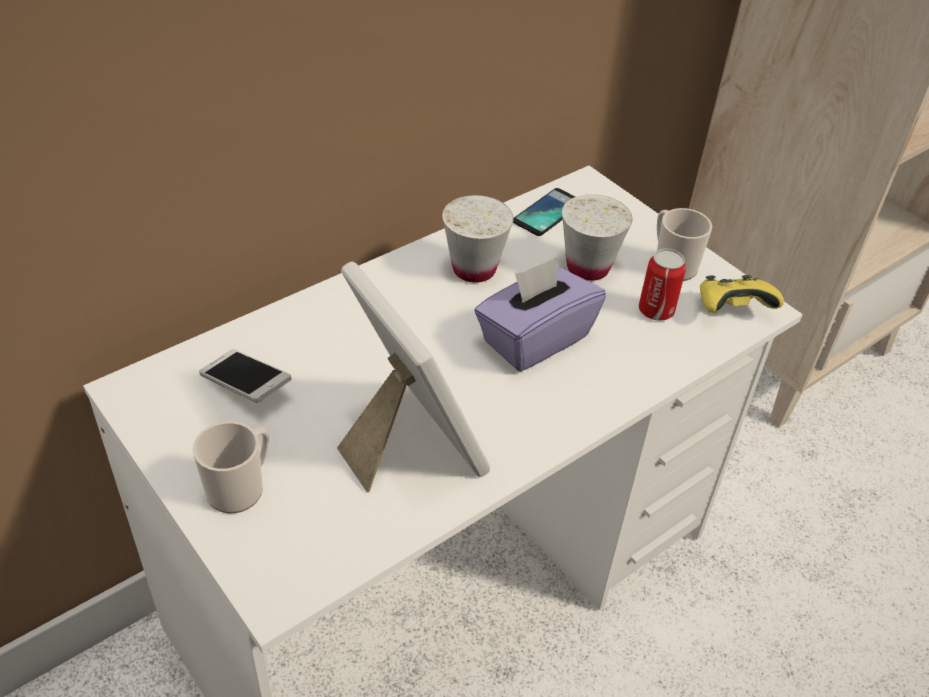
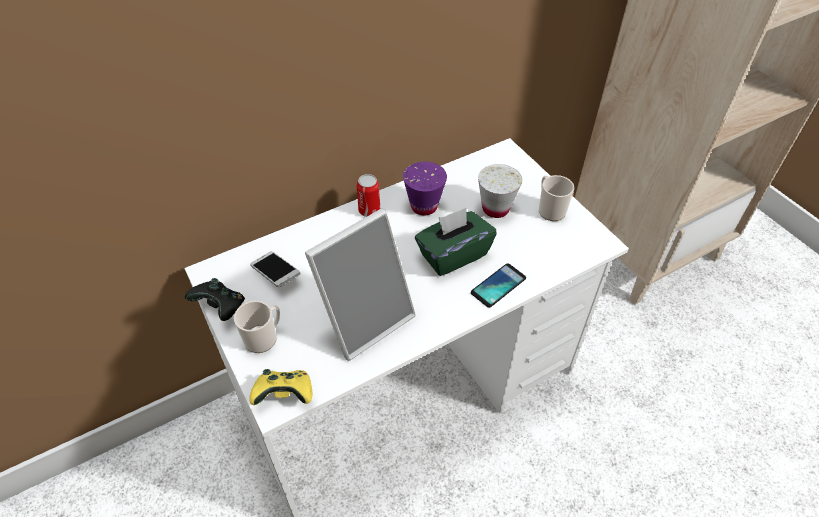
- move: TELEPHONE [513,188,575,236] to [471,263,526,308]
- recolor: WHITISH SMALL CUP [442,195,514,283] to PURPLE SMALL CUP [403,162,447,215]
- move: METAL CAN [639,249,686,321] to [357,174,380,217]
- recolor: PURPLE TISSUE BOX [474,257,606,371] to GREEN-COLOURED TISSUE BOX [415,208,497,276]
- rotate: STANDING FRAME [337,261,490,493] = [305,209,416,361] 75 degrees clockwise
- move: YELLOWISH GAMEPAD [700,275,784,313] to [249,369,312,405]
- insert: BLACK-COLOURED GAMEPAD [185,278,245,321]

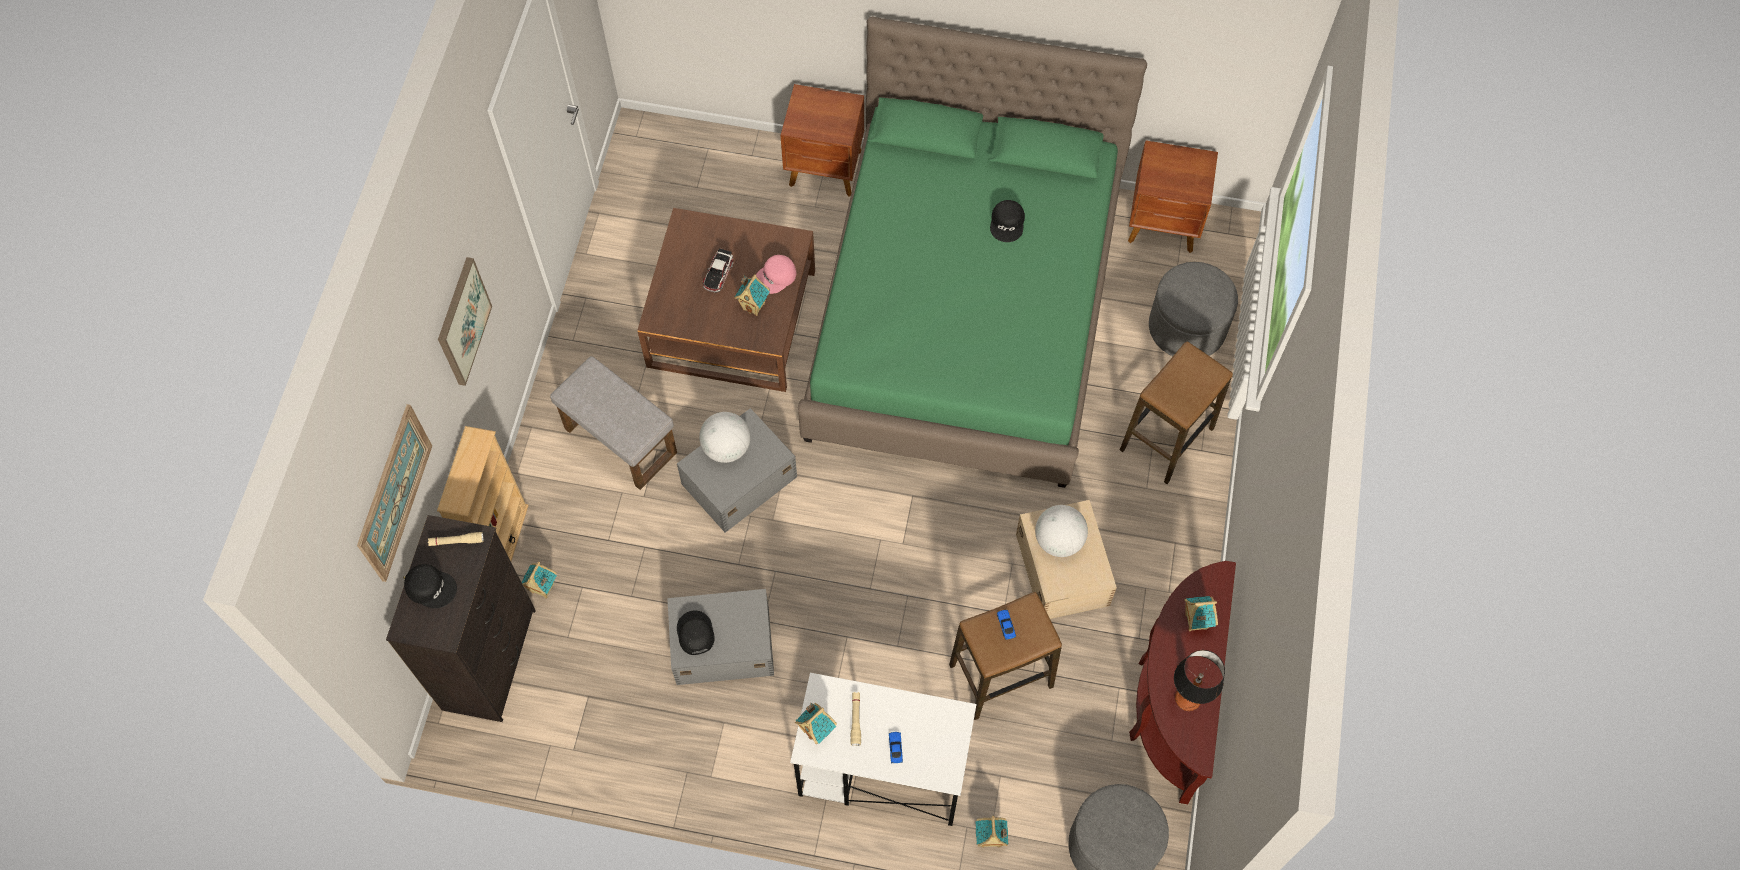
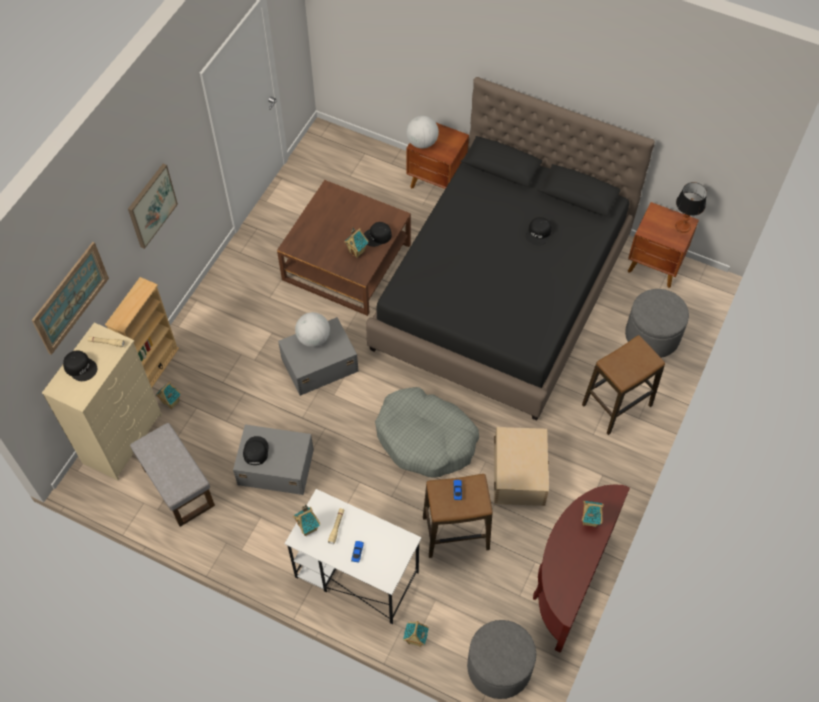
- recolor: GREEN-COLOURED SLEEPING BED [798,16,1147,488] to BLACK-COLOURED SLEEPING BED [366,77,655,421]
- delete: MODEL CAR [703,248,733,293]
- recolor: PINK-COLOURED PEAKED CAP [756,255,797,294] to BLACK-COLOURED PEAKED CAP [364,222,392,247]
- move: GREY FOOTREST [550,356,677,490] to [130,423,215,527]
- move: WORLD GLOBE [1035,505,1088,557] to [406,116,439,149]
- recolor: BLACK-COLOURED DRESSER [386,515,536,722] to BEIGE DRESSER [42,322,162,480]
- move: TABLETOP LAMP [1174,650,1225,711] to [676,182,707,233]
- insert: GREY PET BED [375,387,479,477]

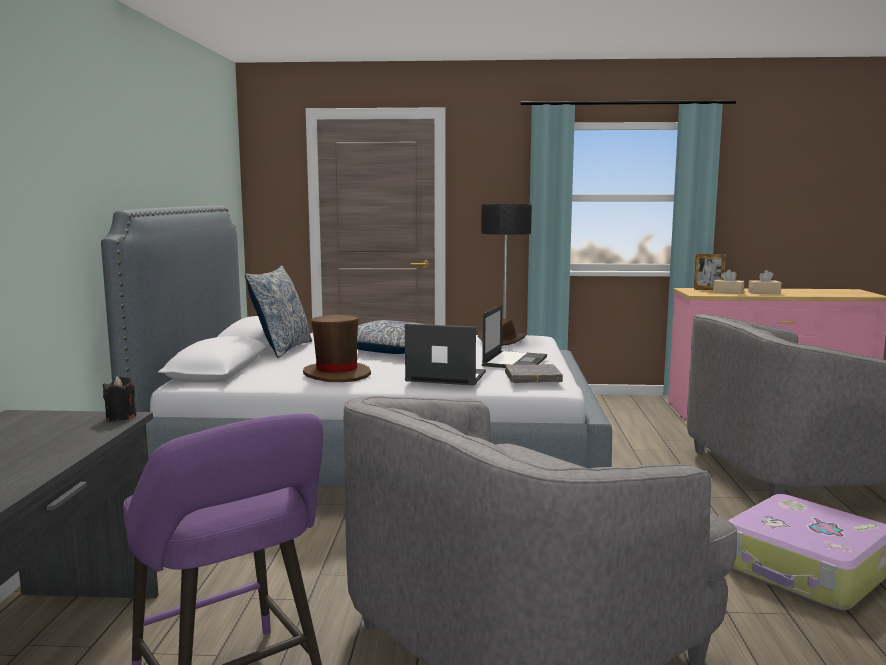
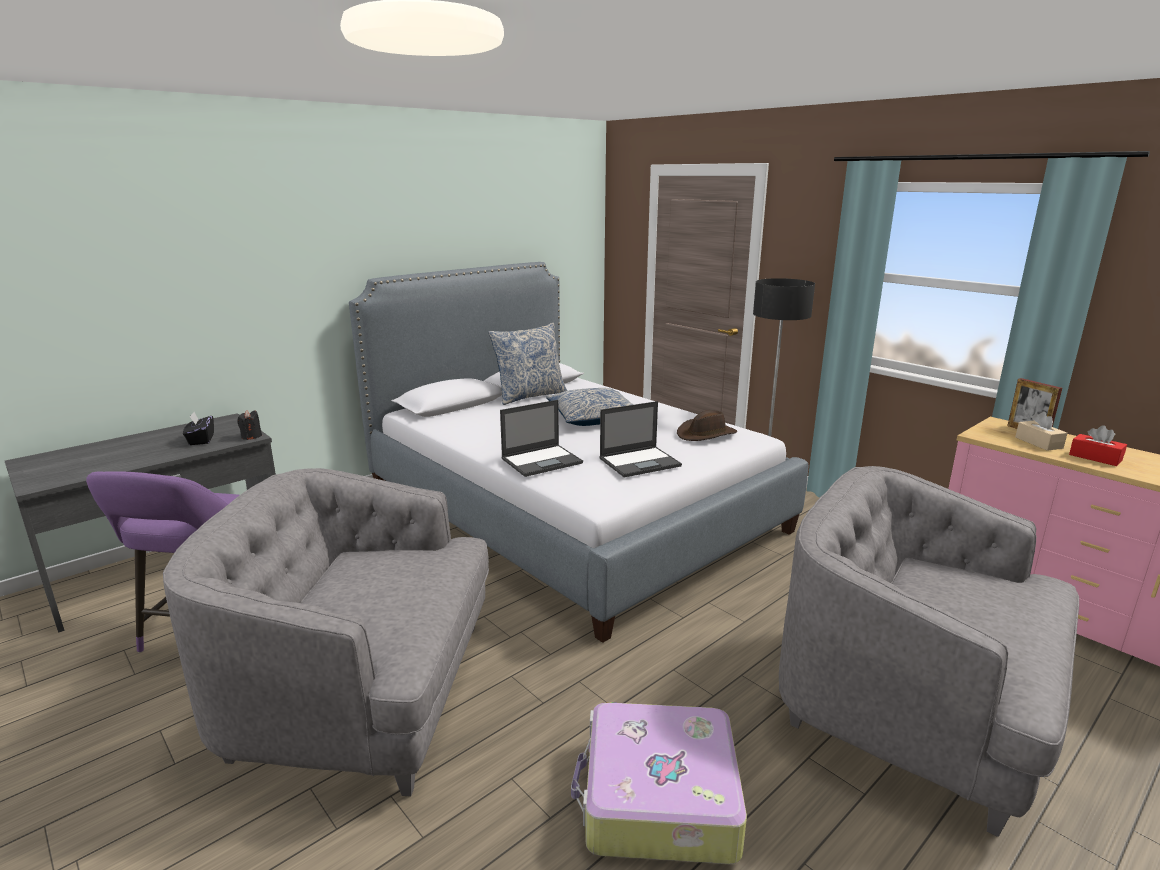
- recolor: BEIGE TISSUE BOX [748,270,782,294] to RED TISSUE BOX [1069,425,1127,466]
- delete: BROWN HAT [303,315,371,382]
- rotate: NOTEBOOK COMPUTER [405,324,486,386] = [500,400,583,477] 90 degrees clockwise
- delete: GREY BOOK [505,364,563,383]
- insert: BLACK-COLOURED TISSUE BOX [183,412,214,445]

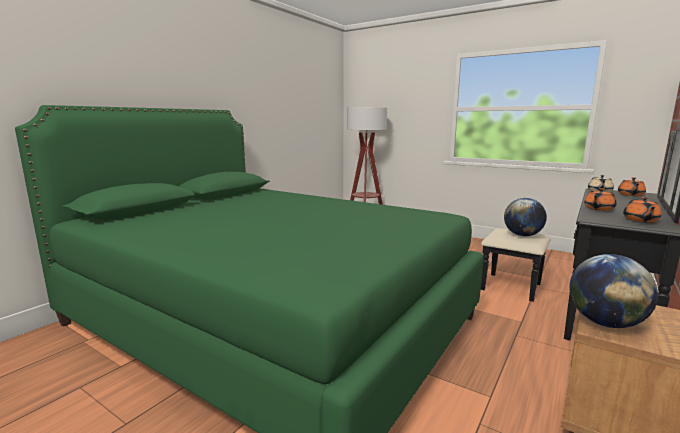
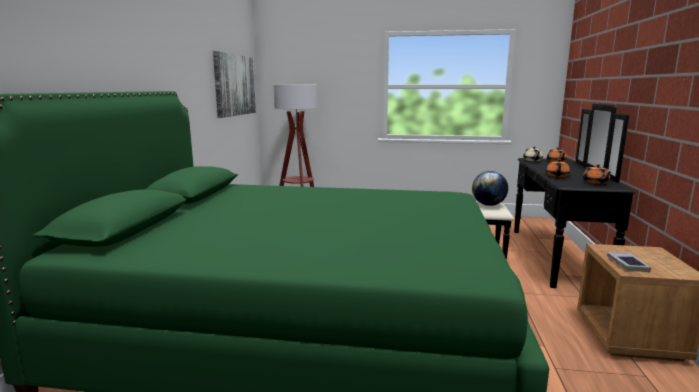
- replace: WORLD GLOBE [569,254,658,328] to BOOK [607,252,651,272]
- insert: WALL PICTURE [213,51,256,118]

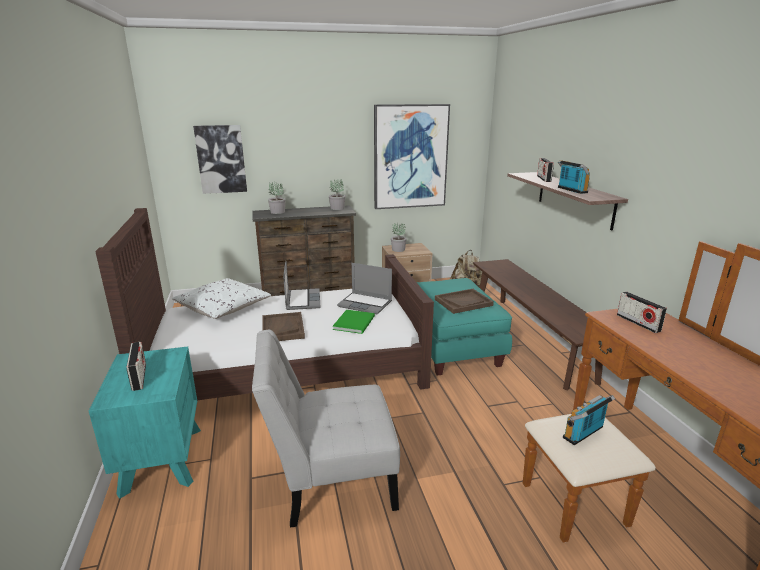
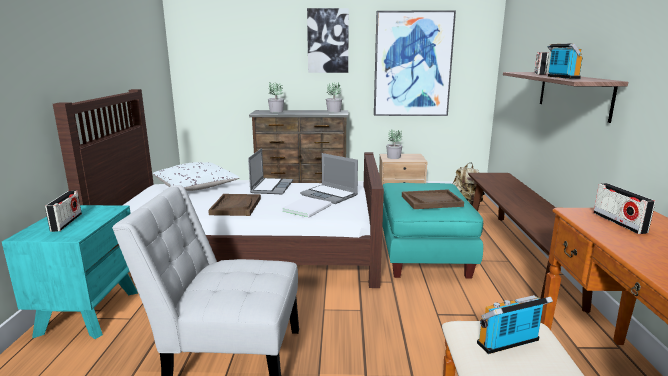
- move: WALL PICTURE [193,125,247,194] to [307,8,349,73]
- recolor: GREEN-COLOURED BOOK [333,310,375,334] to WHITISH BOOK [282,197,332,218]

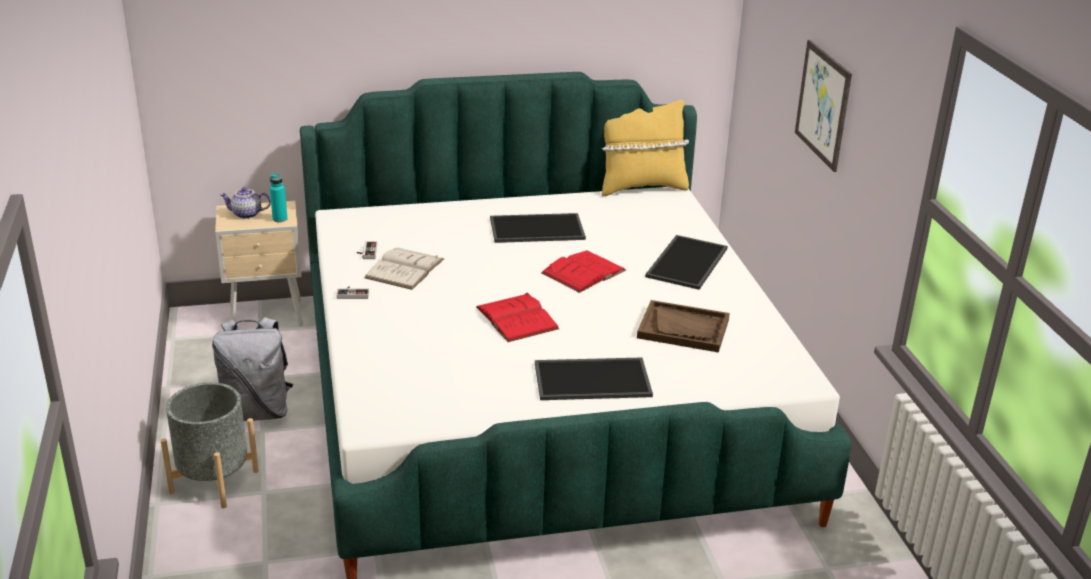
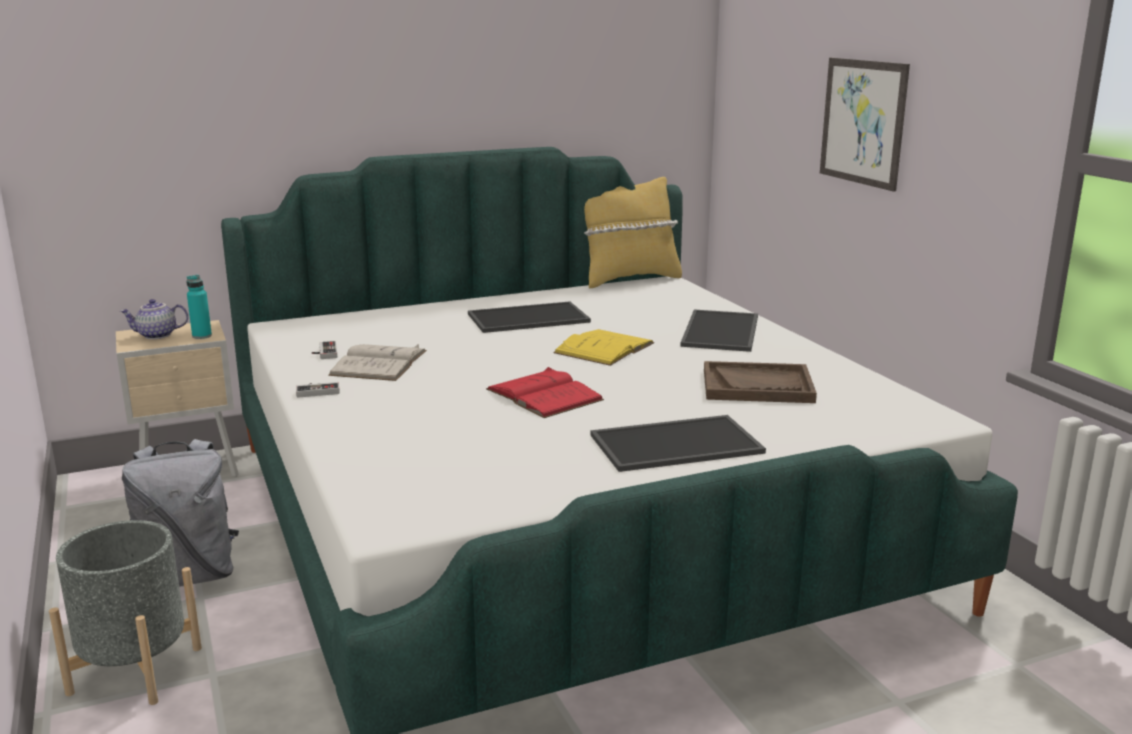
- recolor: RED BOOK [541,250,626,293] to YELLOWISH BOOK [553,329,654,366]

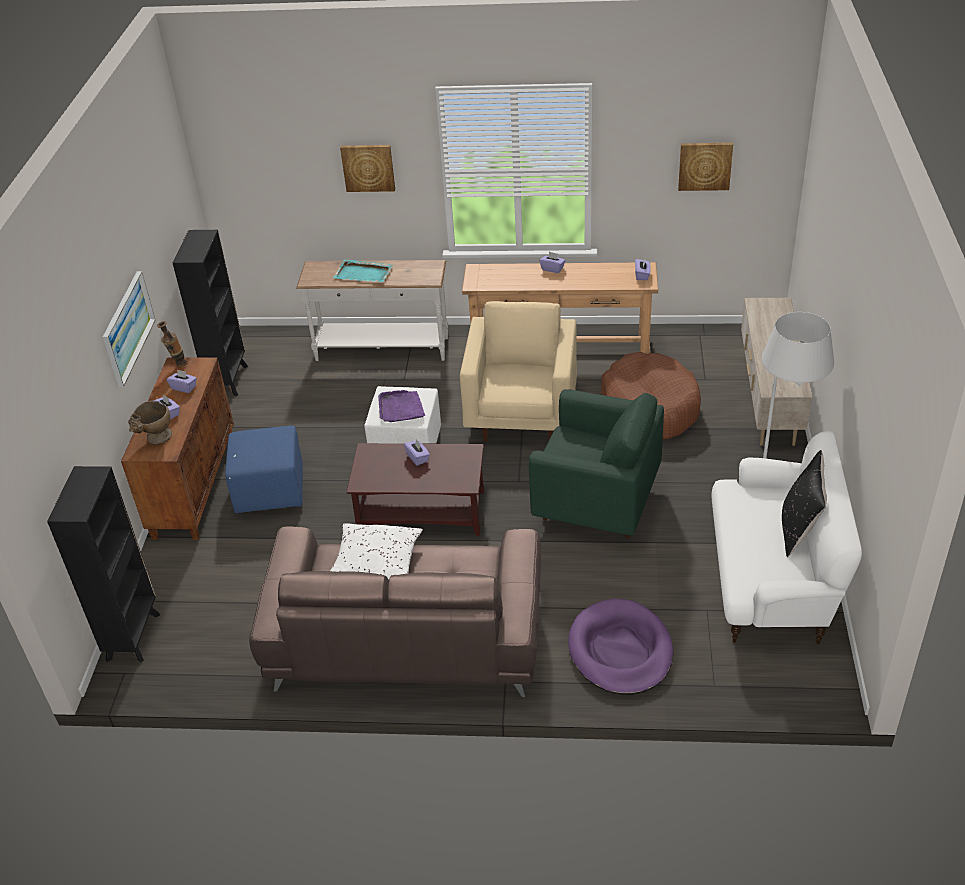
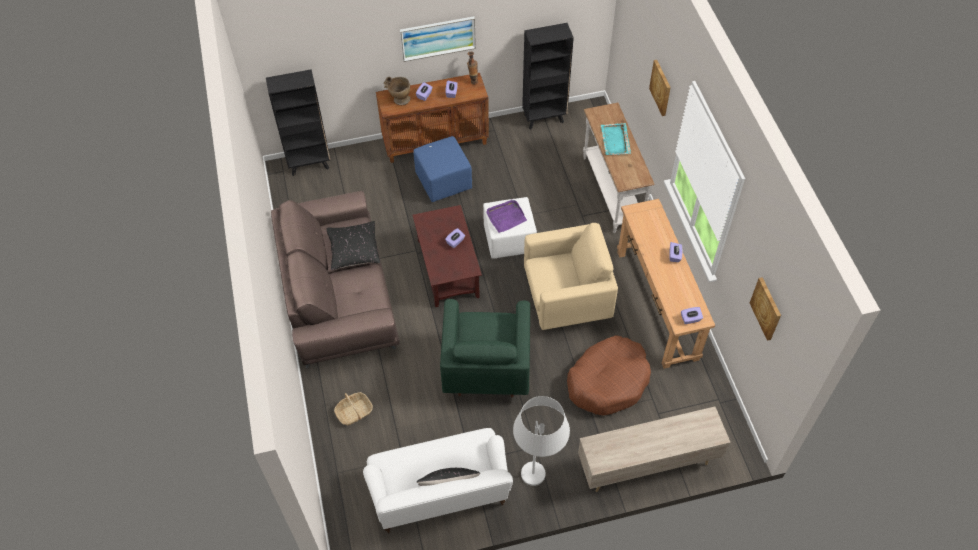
- recolor: WHITISH THROW PILLOW [330,523,423,580] to BLACK-COLOURED THROW PILLOW [327,221,380,270]
- replace: PURPLE PET BED [568,599,673,695] to STORAGE BASKET [334,392,373,425]

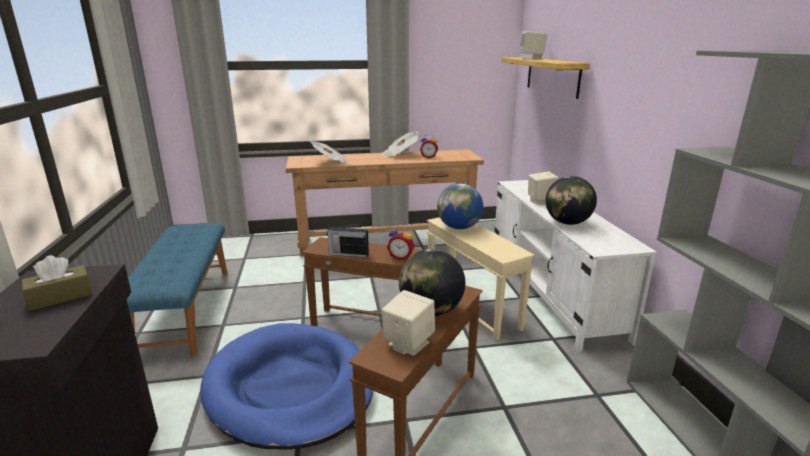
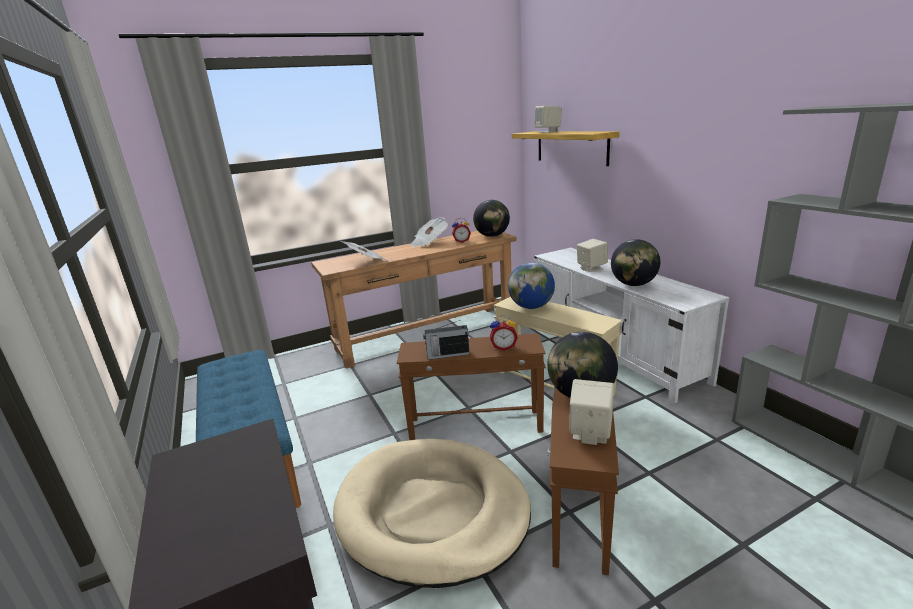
- delete: BROWN TISSUE BOX [22,255,93,311]
- recolor: BLUE-COLOURED PET BED [200,323,373,450] to BEIGE PET BED [333,439,531,588]
- insert: WORLD GLOBE [473,200,510,237]

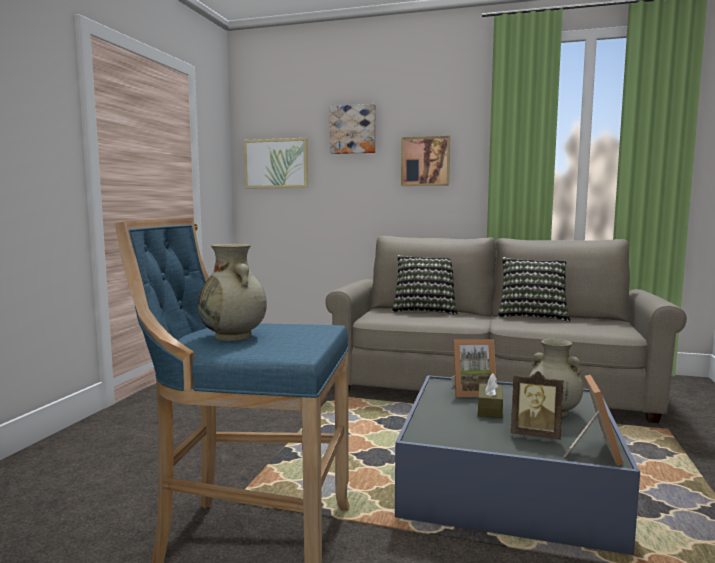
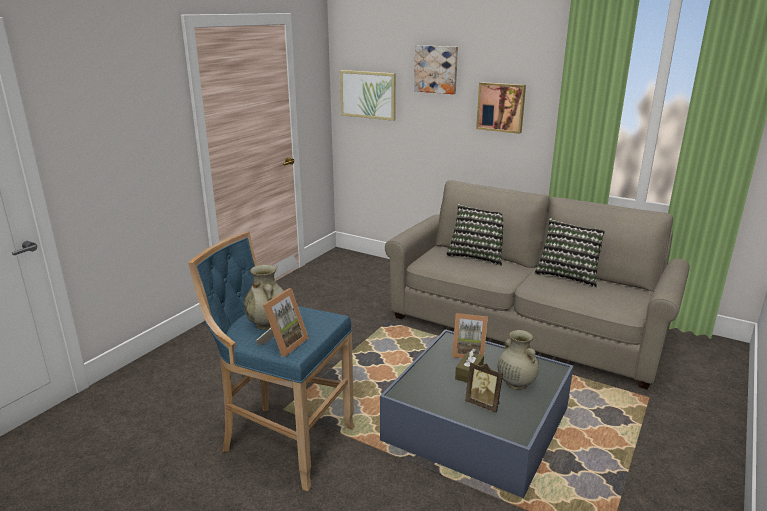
- move: STANDING FRAME [563,375,623,465] to [256,288,309,357]

